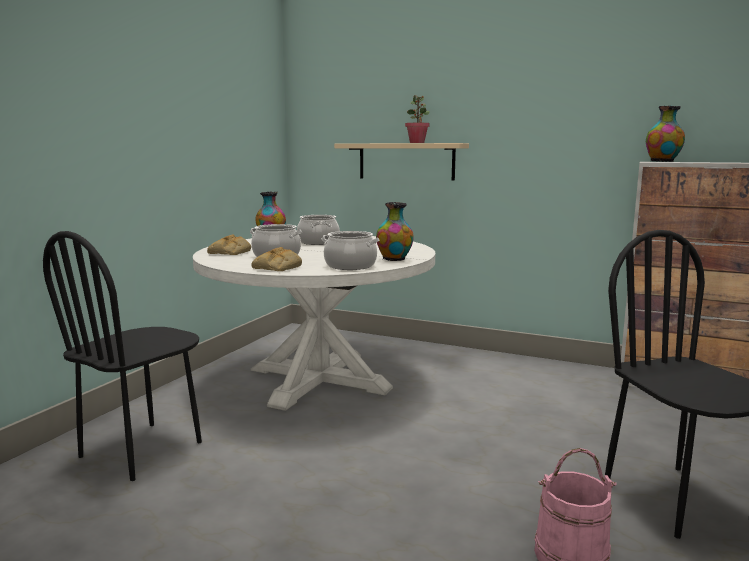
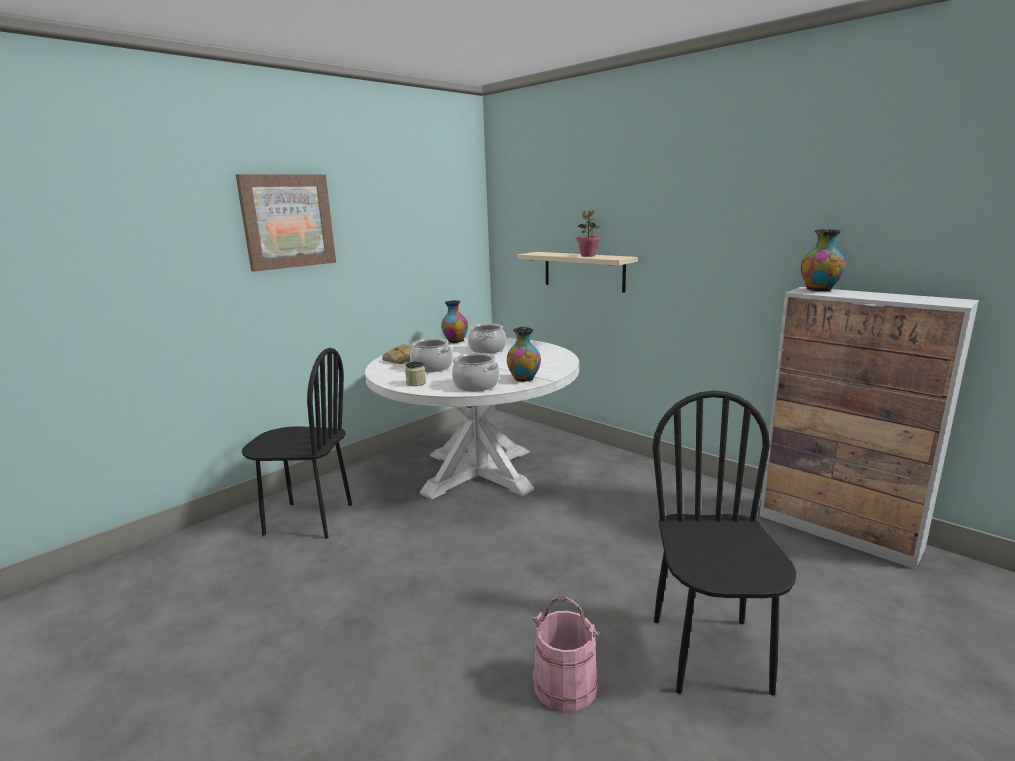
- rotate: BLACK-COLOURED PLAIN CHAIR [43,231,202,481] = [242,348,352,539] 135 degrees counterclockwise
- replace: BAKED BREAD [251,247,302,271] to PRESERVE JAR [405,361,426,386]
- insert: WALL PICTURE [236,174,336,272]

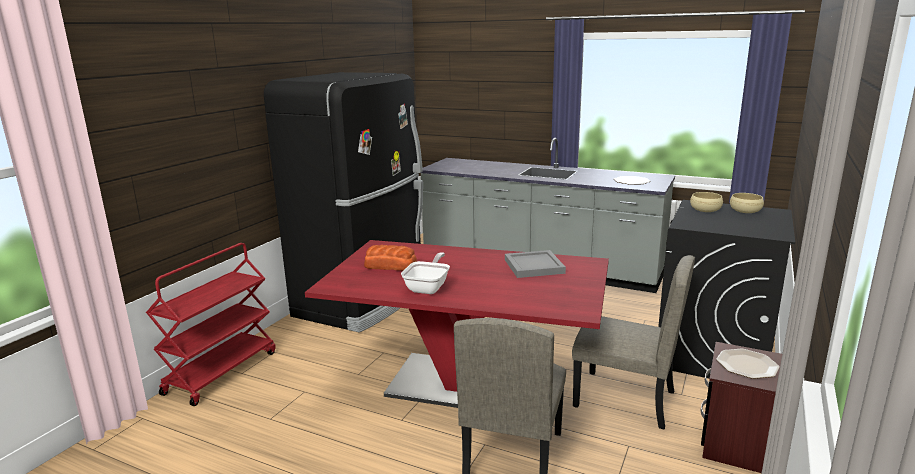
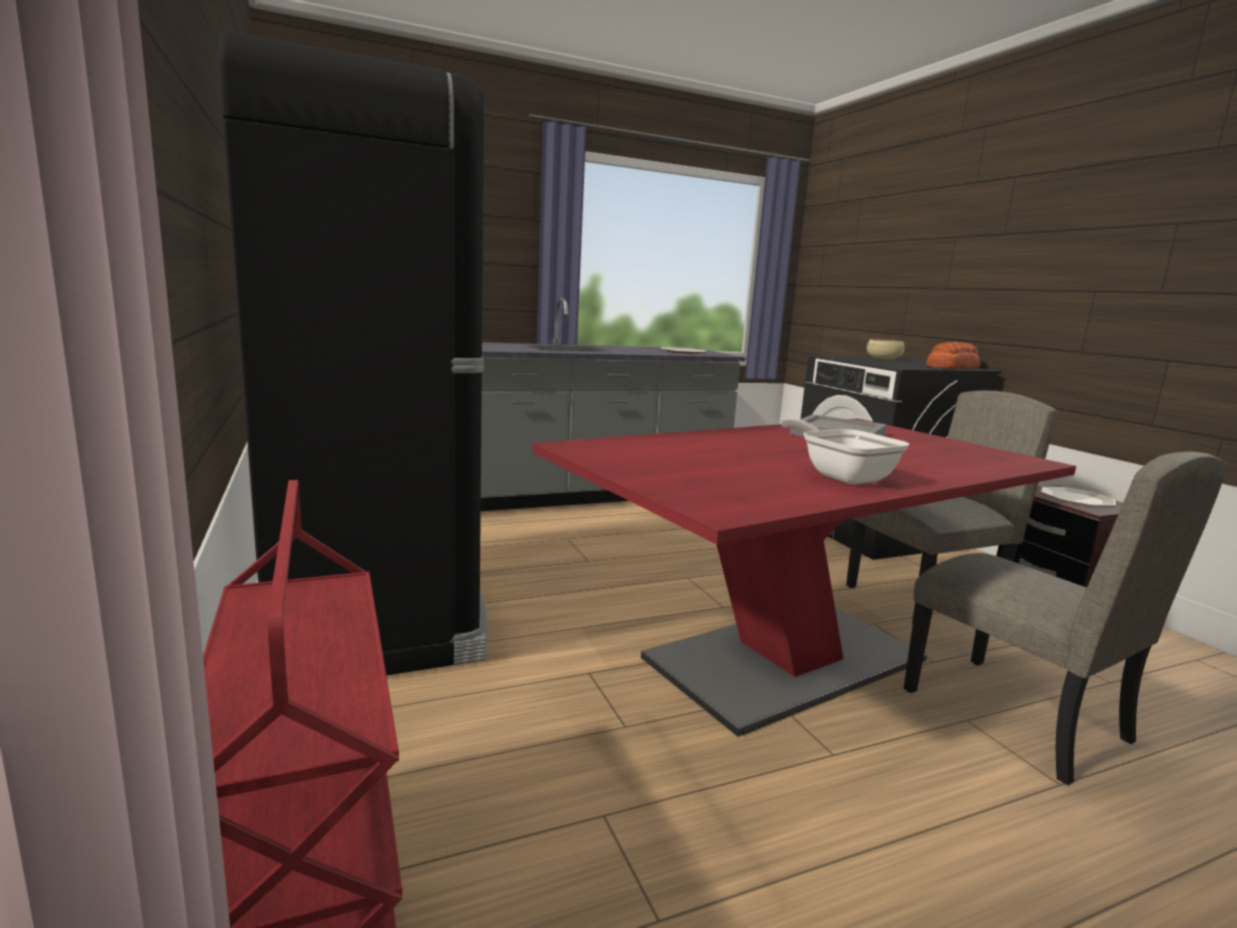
- delete: BEIGE BOWL [690,192,723,212]
- move: BAKED BREAD [364,245,417,271] to [926,342,980,369]

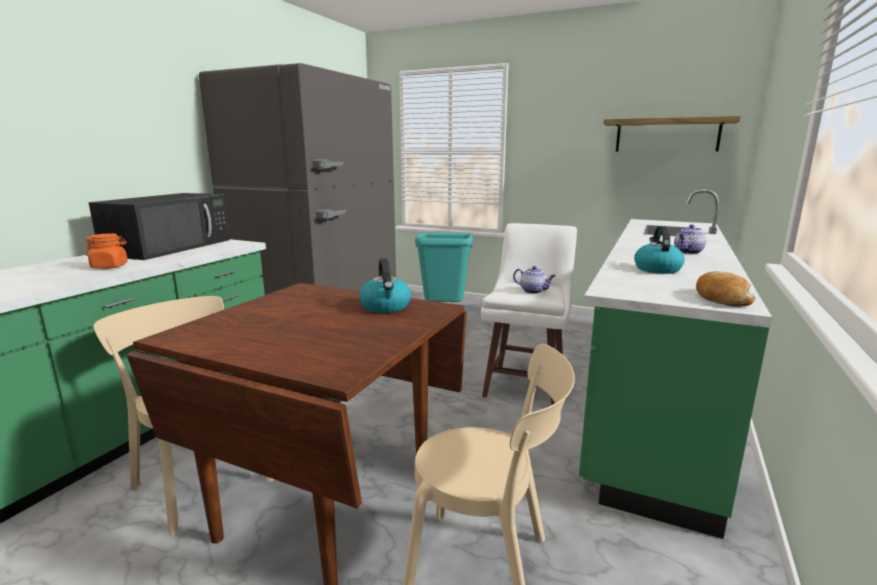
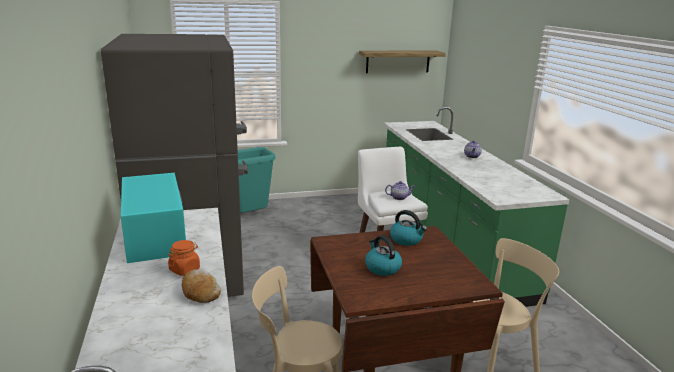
- recolor: BLACK-COLOURED MICROWAVE OVEN [89,193,230,260] to BLUE-GREEN MICROWAVE OVEN [121,173,186,263]
- move: WATER KETTLE [634,226,685,274] to [365,235,402,276]
- move: BAKED BREAD [696,271,756,307] to [182,269,221,303]

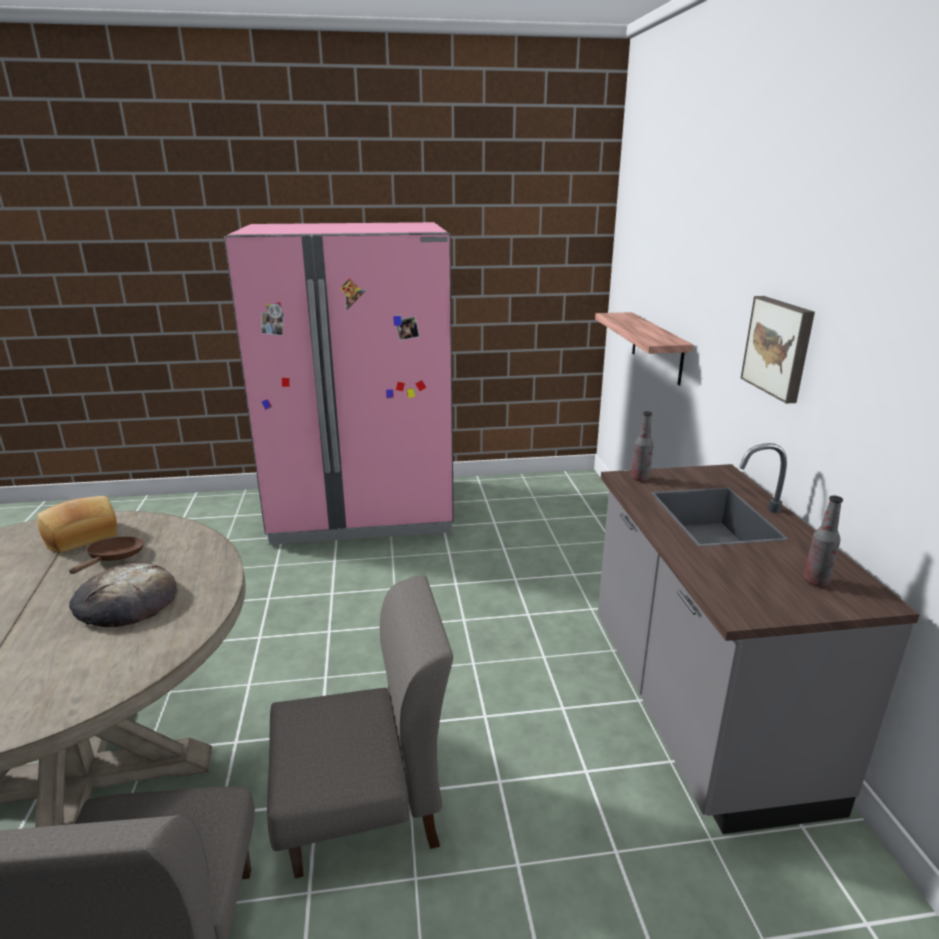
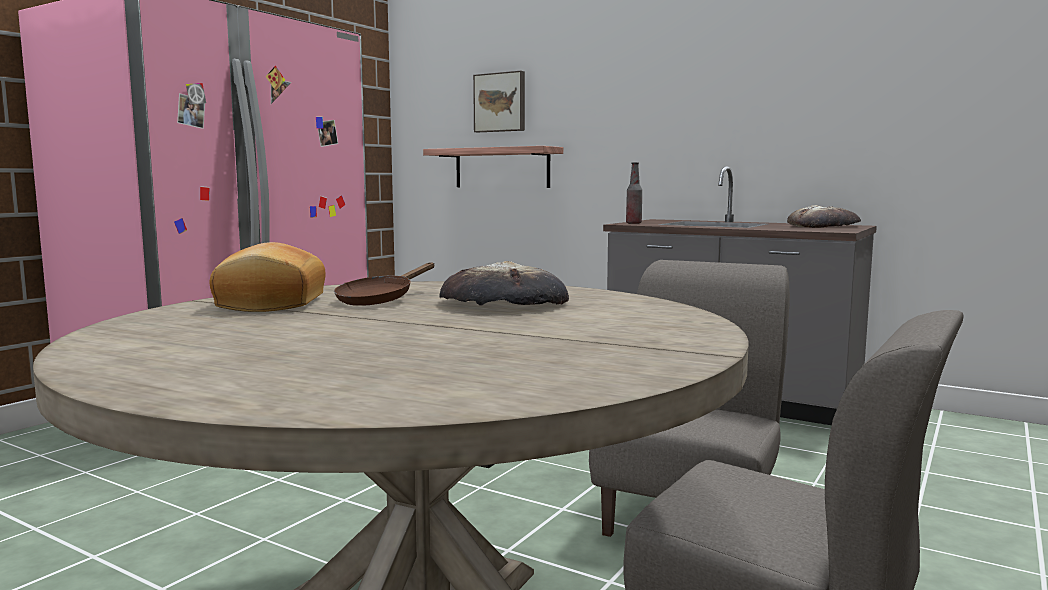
- move: WALL PICTURE [741,296,815,403] to [473,71,525,132]
- replace: DRINK BOTTLE [804,496,843,586] to BAKED BREAD [787,205,861,228]
- rotate: BROWN FRYING PAN [69,537,144,574] = [334,262,435,306] 105 degrees counterclockwise

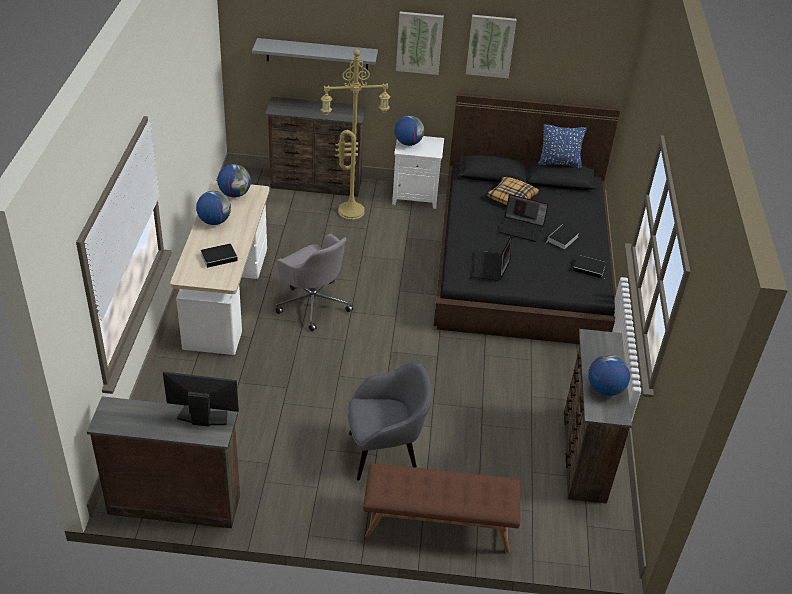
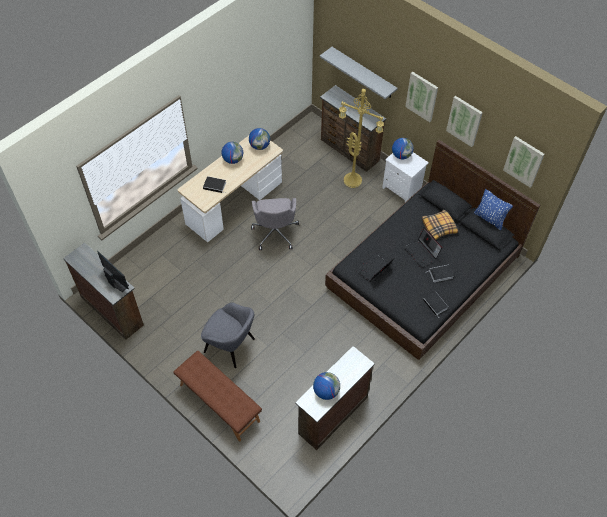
- insert: WALL PICTURE [503,136,544,188]

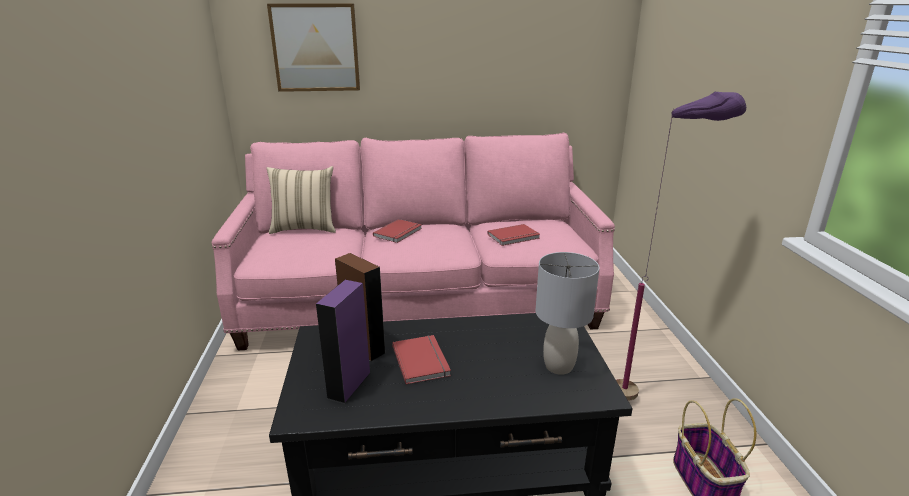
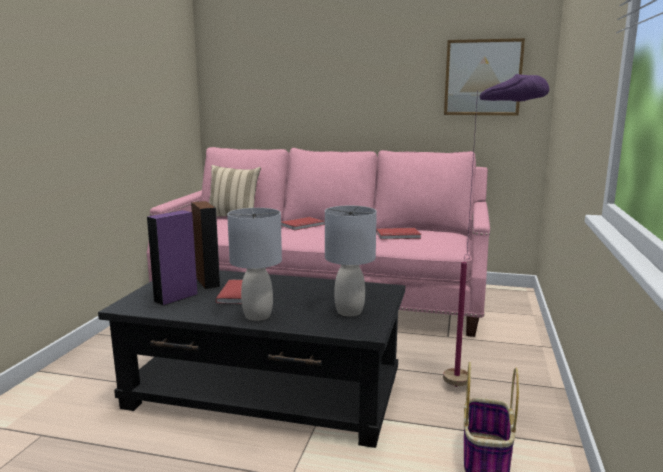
- move: WALL PICTURE [267,4,360,92] to [444,38,525,116]
- insert: GREY TABLETOP LAMP [227,208,282,321]

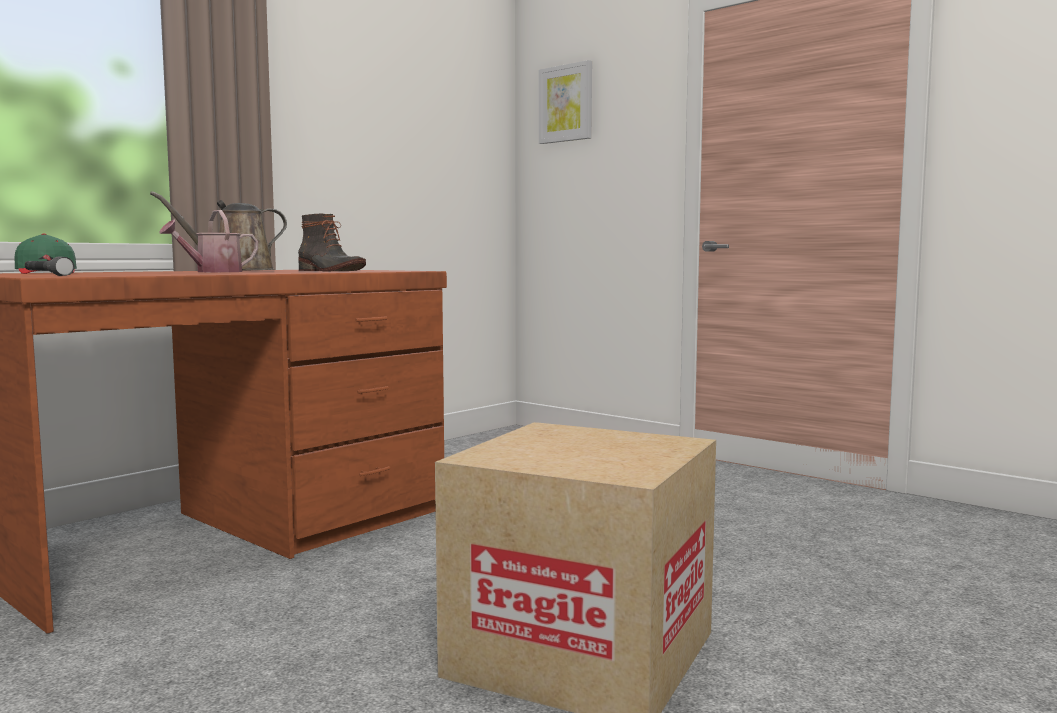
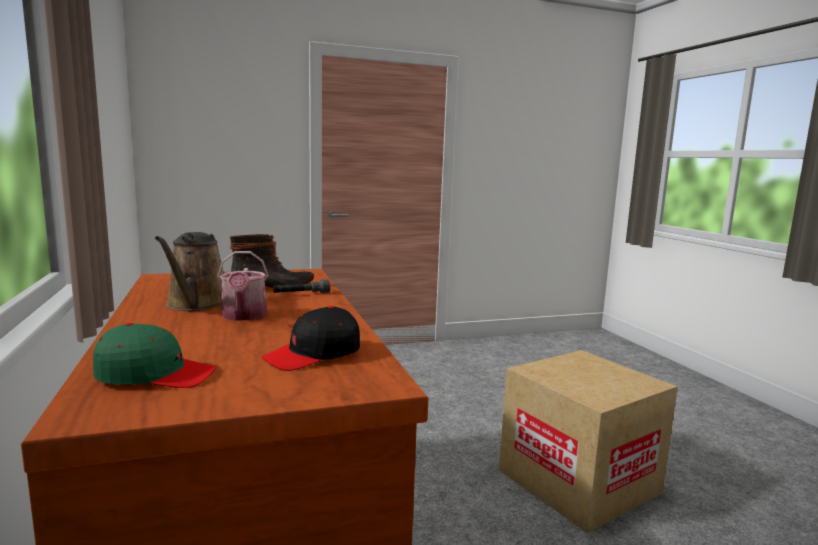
- delete: WALL PICTURE [539,60,592,144]
- move: GREY TORCH [25,256,74,276] to [273,279,330,293]
- insert: BLACK-COLOURED PEAKED CAP [261,306,360,371]

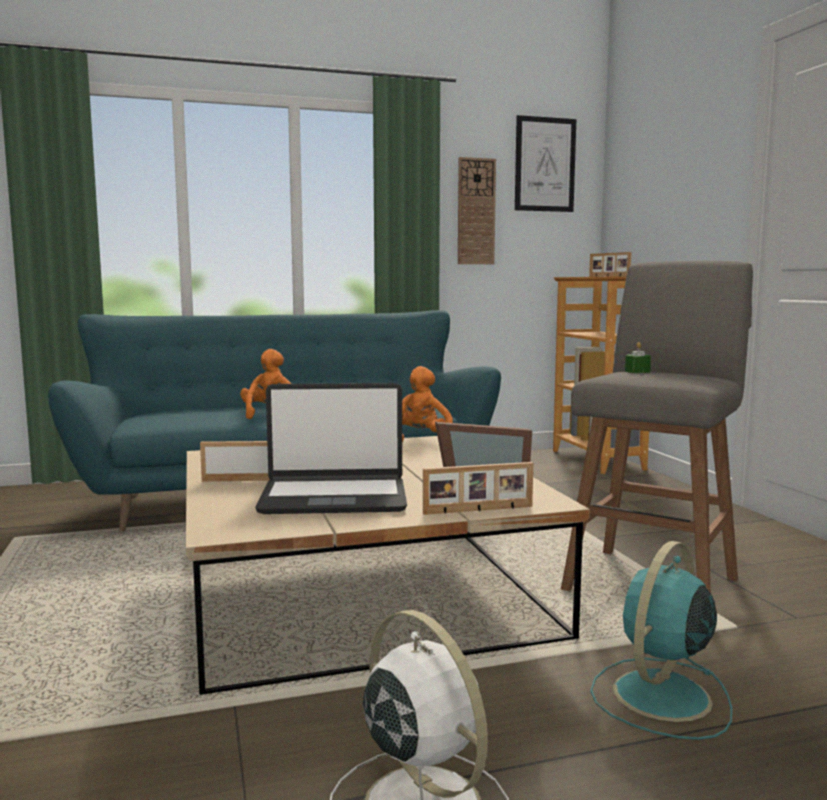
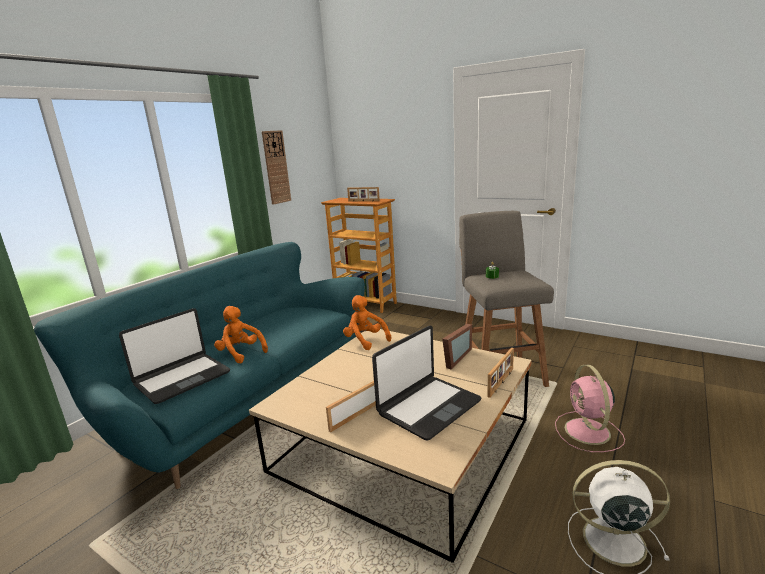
- delete: WALL PICTURE [515,115,576,212]
- recolor: BLUE-GREEN FAN [590,541,732,740] to PINK-COLOURED FAN [555,365,625,452]
- insert: NOTEBOOK COMPUTER [119,308,230,404]

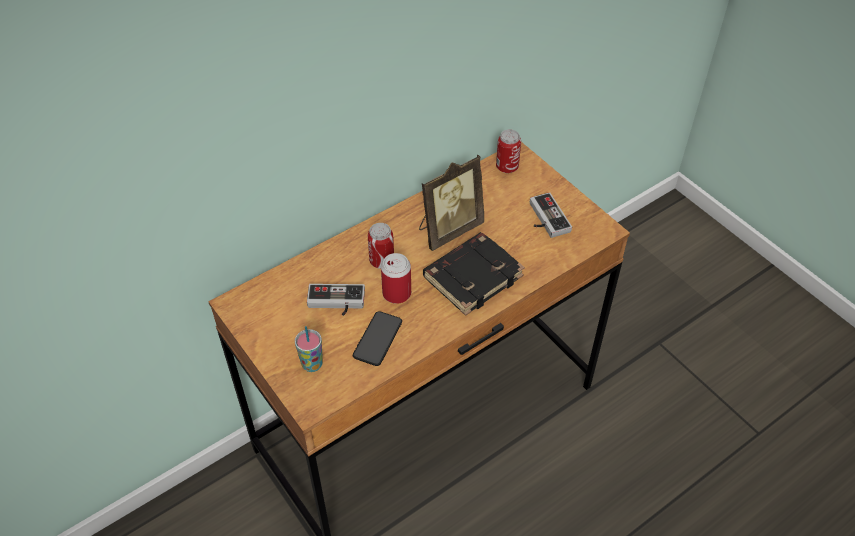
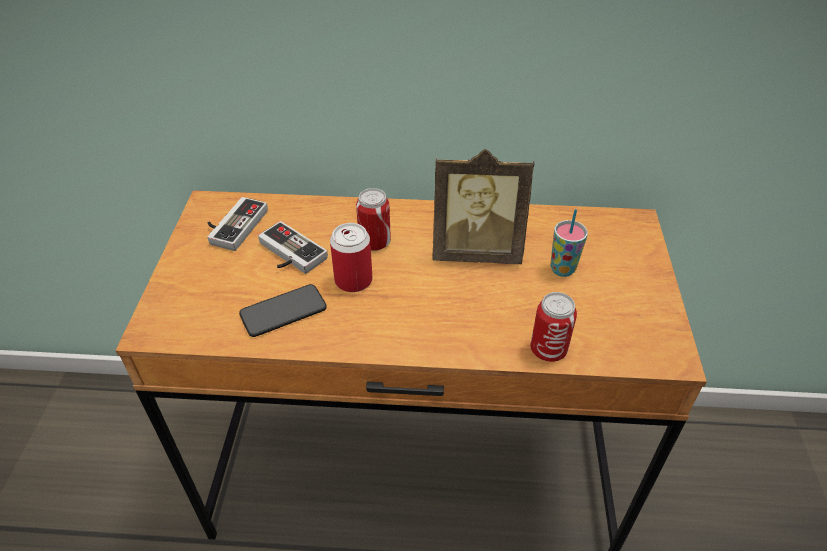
- move: METAL CAN [496,129,521,173] to [530,292,577,362]
- move: GAMEPAD [530,192,572,238] to [207,197,268,251]
- delete: BLACK-COLOURED BOOK [423,232,525,316]
- move: SMALL CUP [295,326,323,372] to [550,209,588,277]

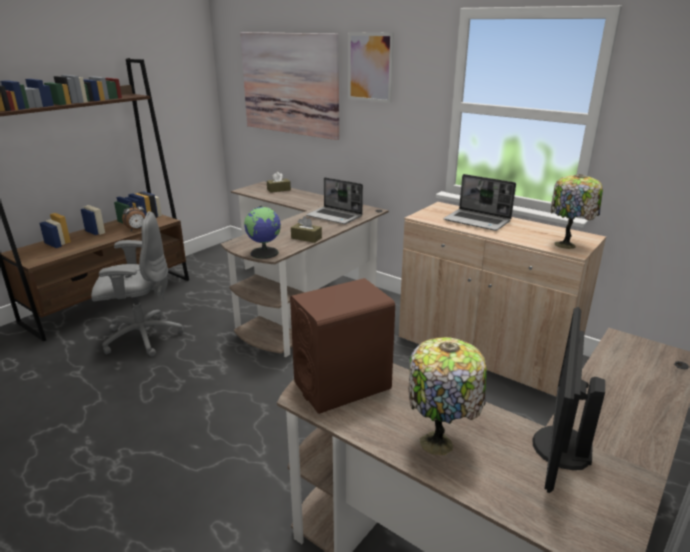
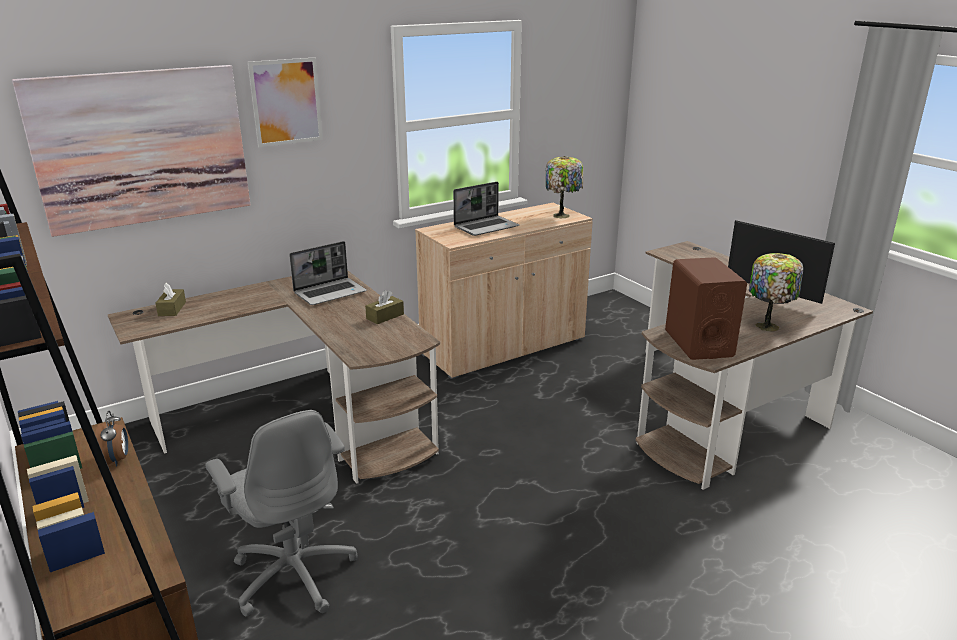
- delete: WORLD GLOBE [244,206,281,259]
- rotate: GREY OFFICE CHAIR [91,211,184,357] = [205,410,358,617] 135 degrees clockwise

